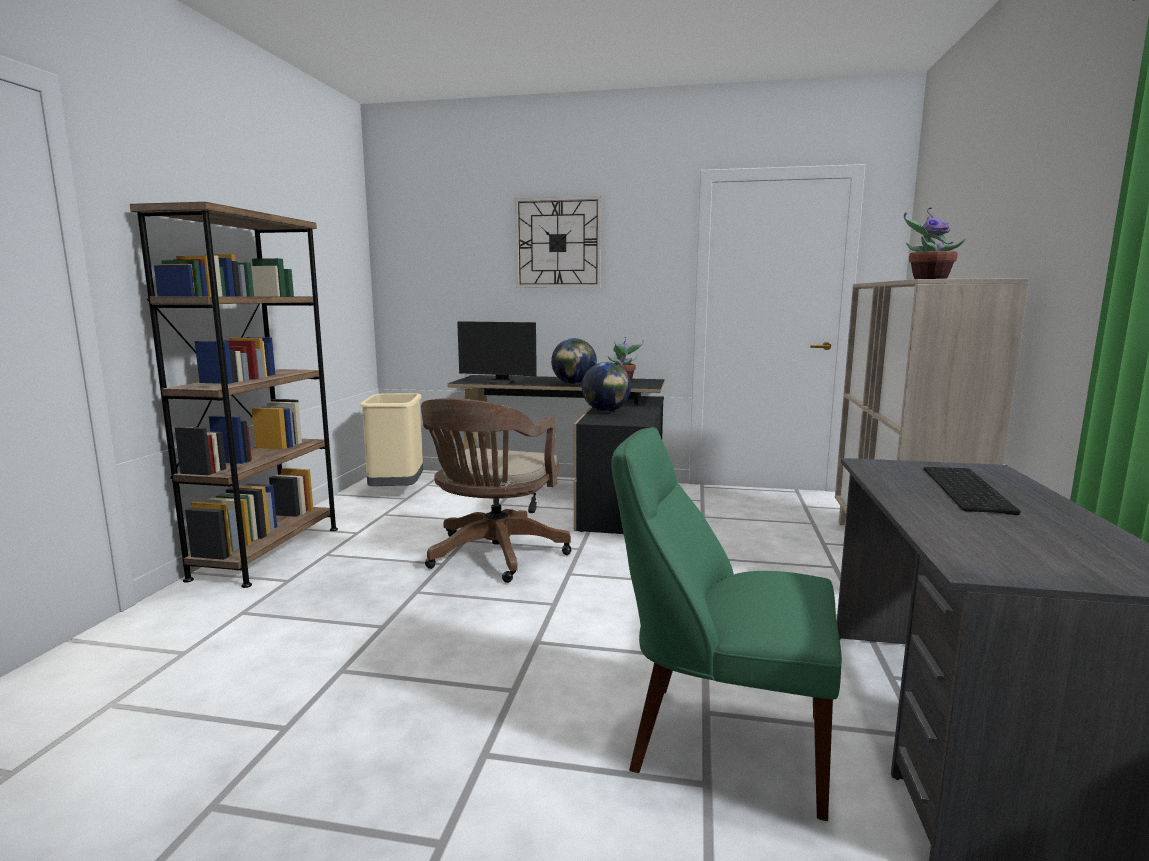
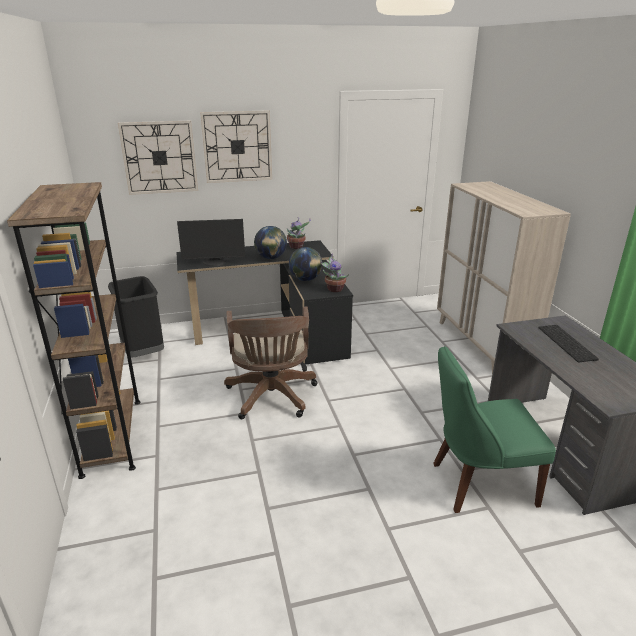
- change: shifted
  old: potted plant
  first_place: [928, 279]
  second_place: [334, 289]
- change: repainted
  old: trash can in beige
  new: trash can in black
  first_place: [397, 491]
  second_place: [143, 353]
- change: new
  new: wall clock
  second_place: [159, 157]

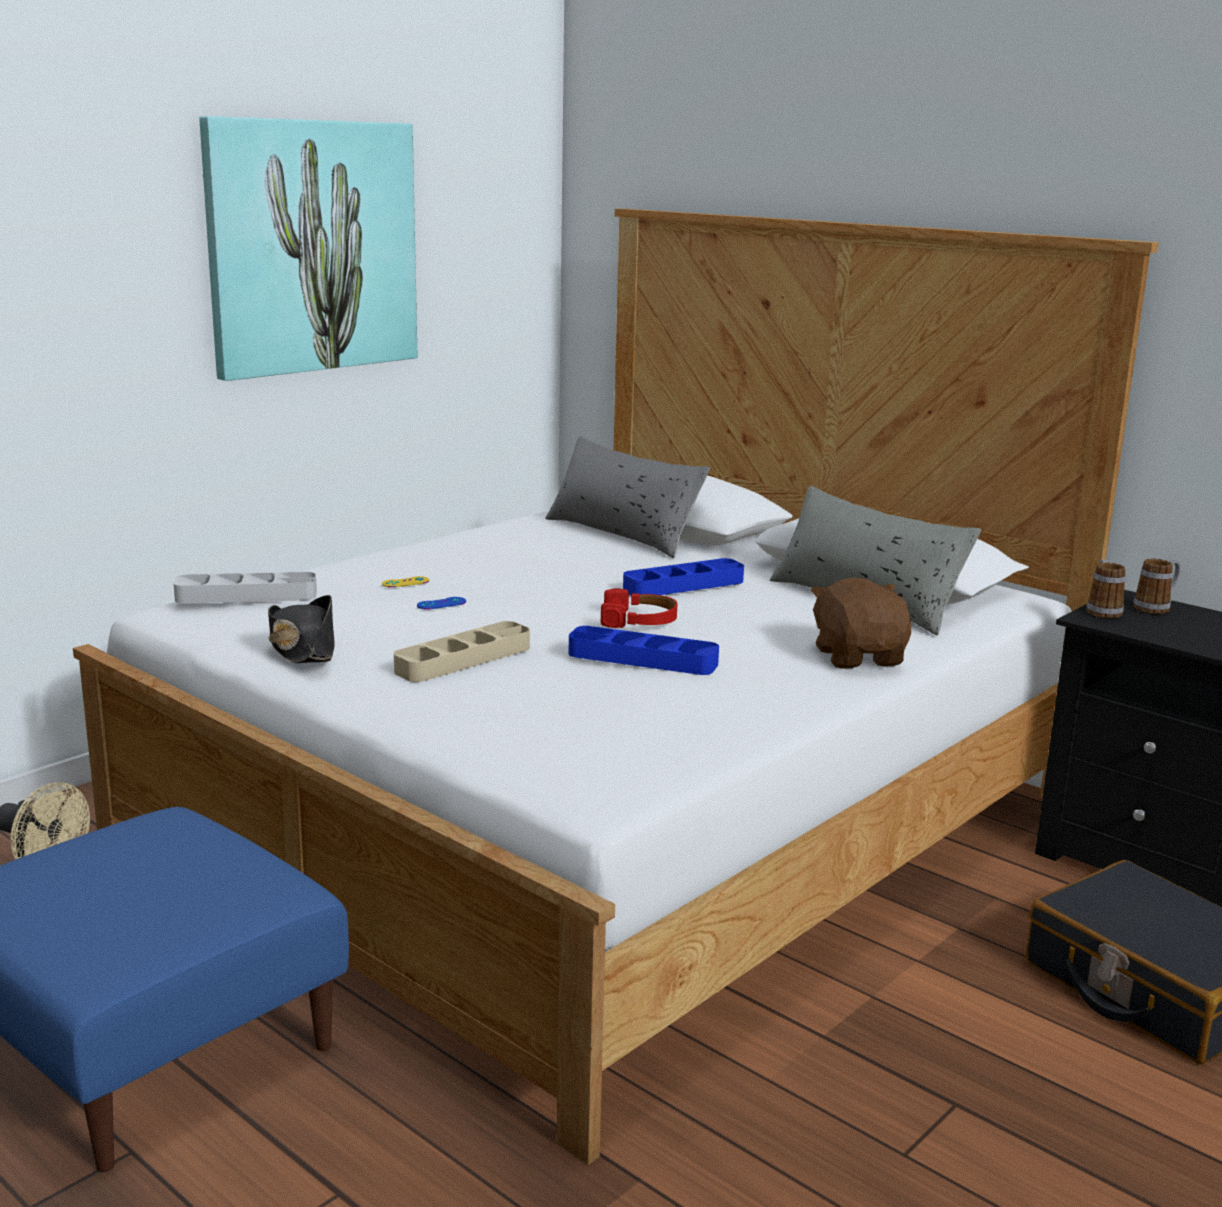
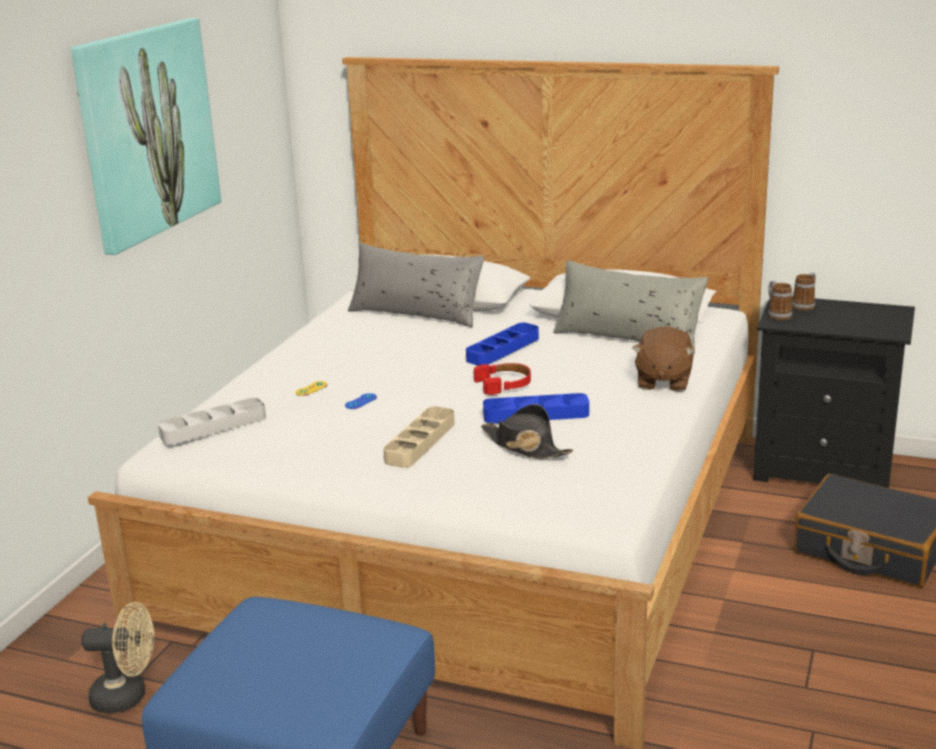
- change: rotated
  old: plush toy in brown
  first_place: [859, 657]
  second_place: [662, 381]
  degrees: -135
- change: shifted
  old: hat in black
  first_place: [302, 648]
  second_place: [525, 446]

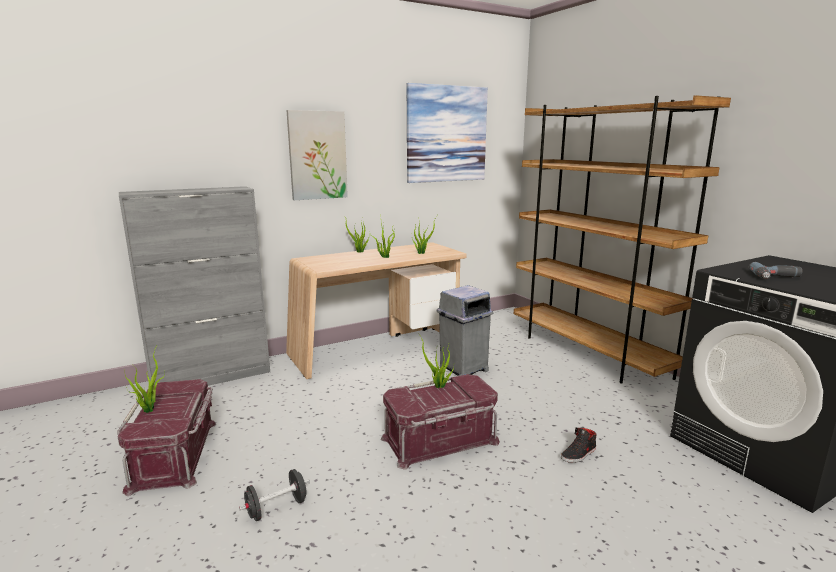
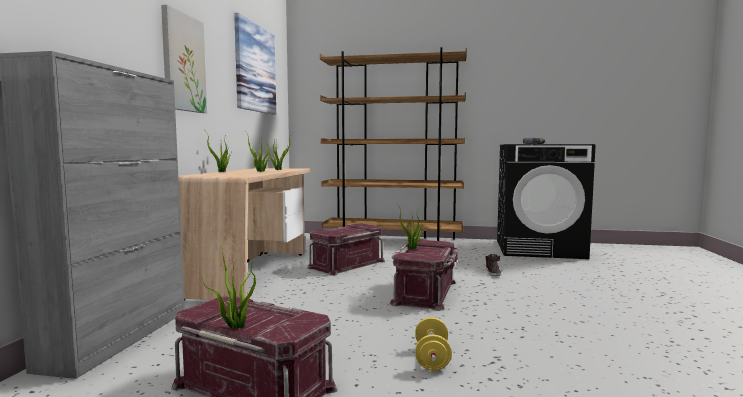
- change: swapped
  old: trash can in grey
  new: storage box in red
  first_place: [463, 369]
  second_place: [346, 264]
- change: repainted
  old: dumbbell in black
  new: dumbbell in yellow
  first_place: [277, 508]
  second_place: [432, 359]

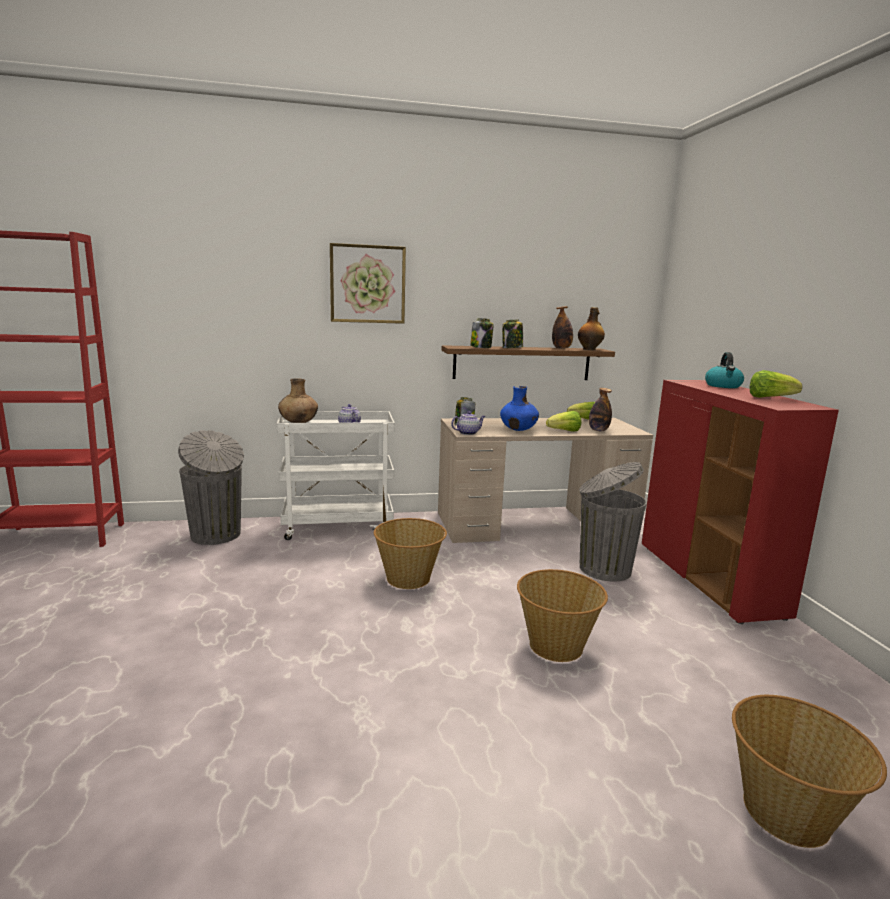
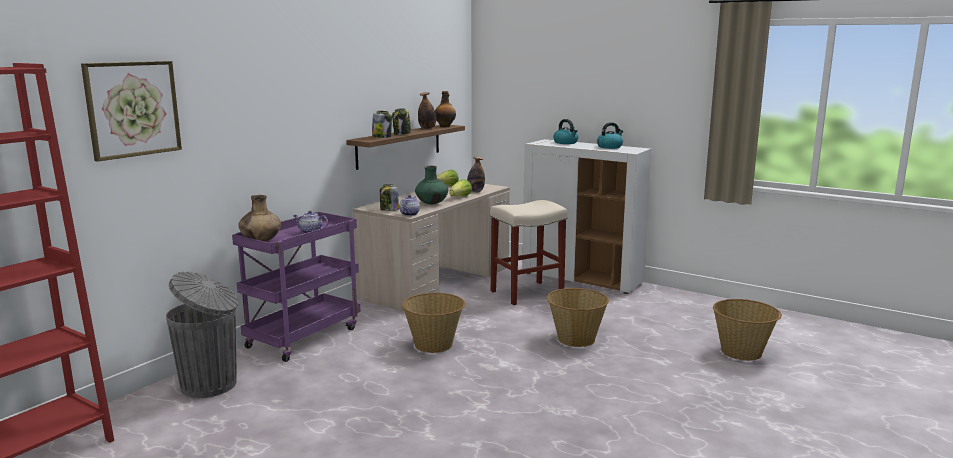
- change: shifted
  old: picture
  first_place: [367, 284]
  second_place: [133, 109]
- change: swapped
  old: lettuce
  new: kettle
  first_place: [770, 398]
  second_place: [609, 147]
- change: repainted
  old: cabinet in red
  new: cabinet in white
  first_place: [709, 580]
  second_place: [582, 278]
- change: repainted
  old: vase in blue
  new: vase in green
  first_place: [518, 430]
  second_place: [432, 203]
- change: repainted
  old: cart in white
  new: cart in purple
  first_place: [338, 526]
  second_place: [303, 336]
- change: swapped
  old: trash can in grey
  new: stool in beige
  first_place: [603, 569]
  second_place: [526, 293]

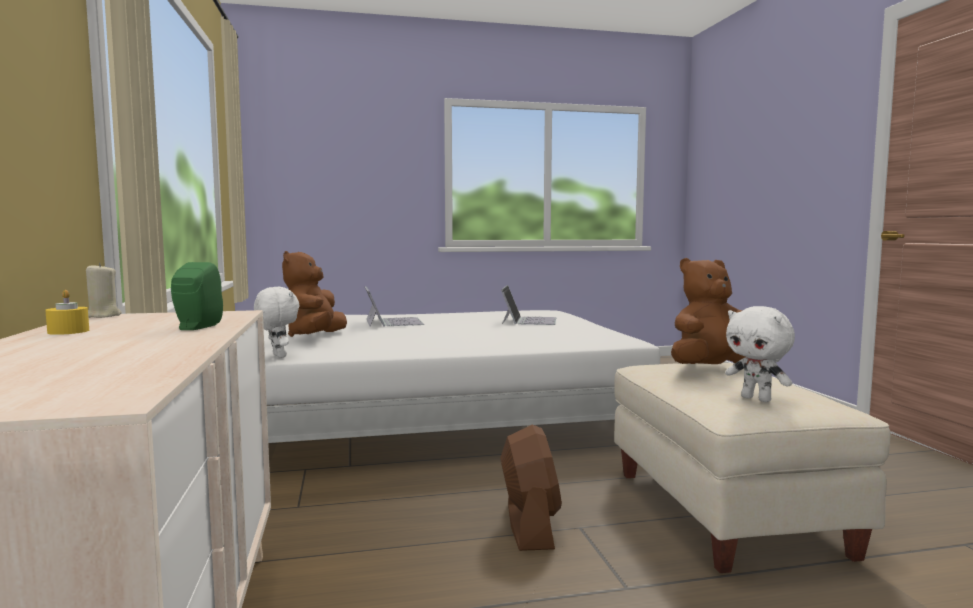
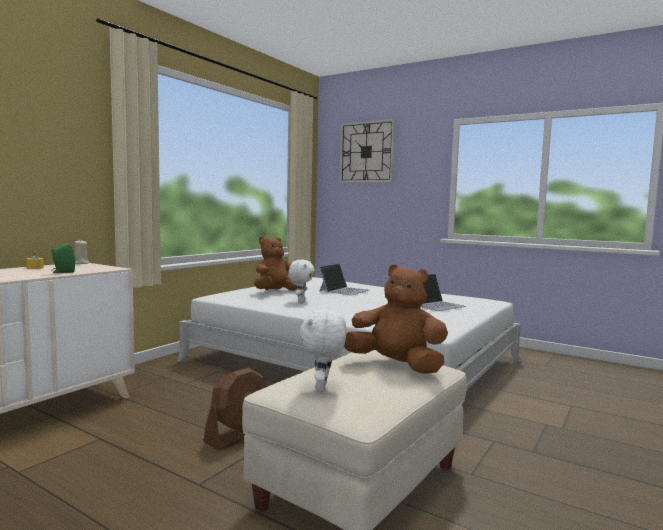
- change: shifted
  old: plush toy in white
  first_place: [277, 356]
  second_place: [300, 301]
- change: new
  new: wall clock
  second_place: [366, 152]

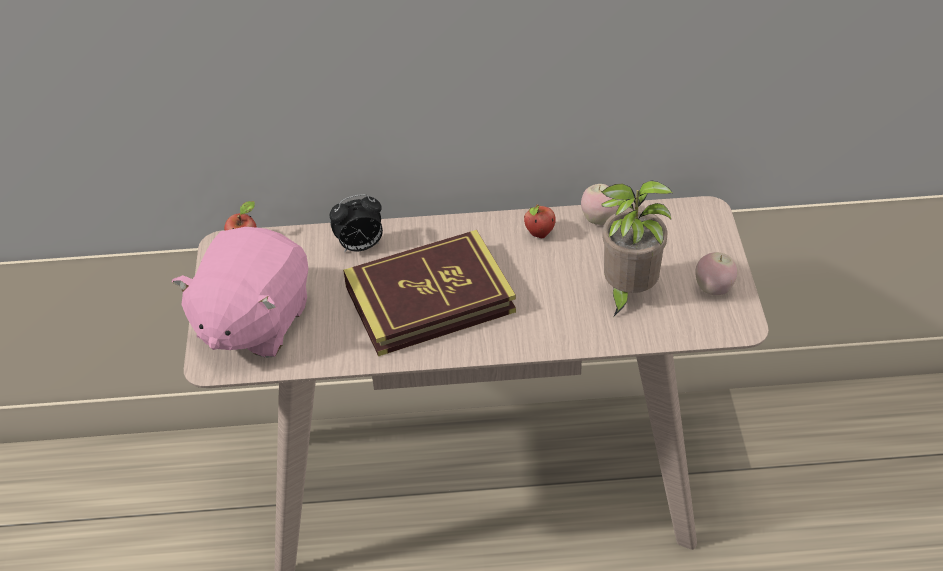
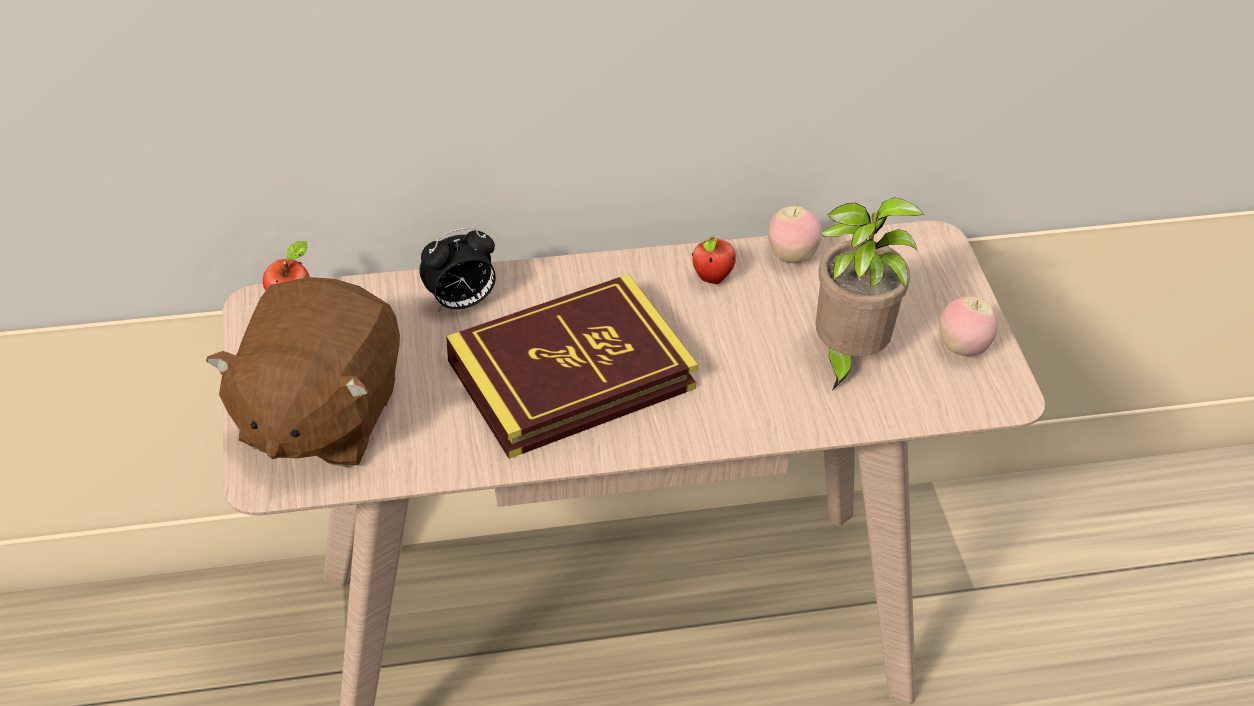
- change: repainted
  old: plush toy in pink
  new: plush toy in brown
  first_place: [252, 322]
  second_place: [318, 415]

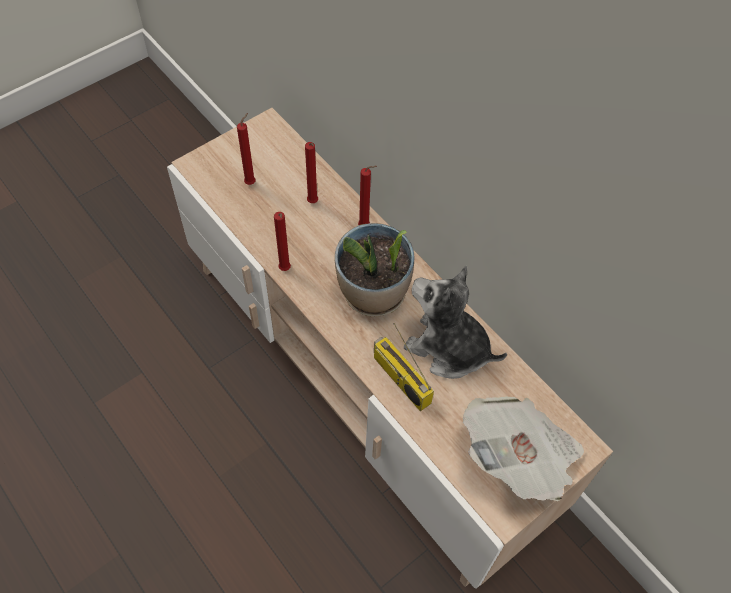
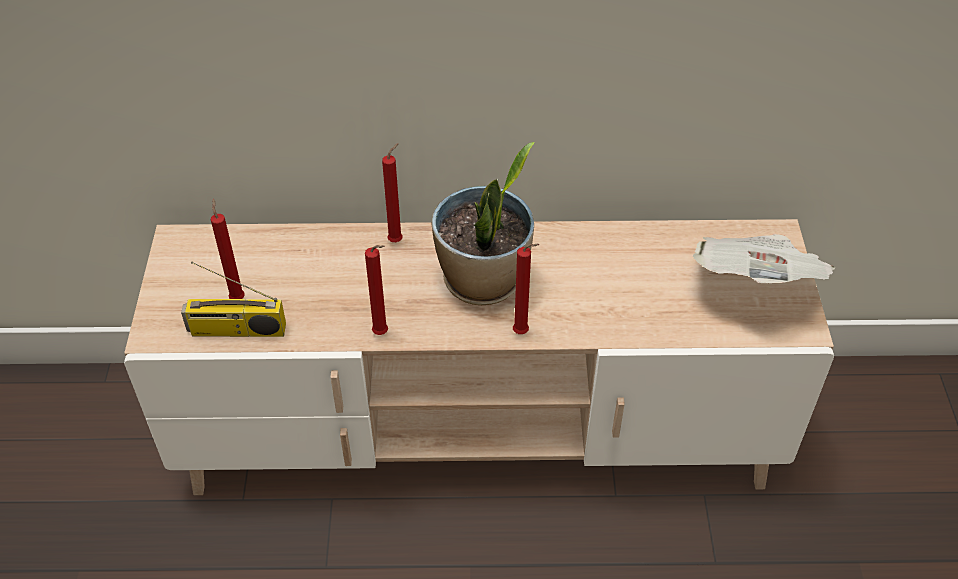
- change: shifted
  old: candle in red
  first_place: [313, 203]
  second_place: [523, 333]
- change: gone
  old: plush toy
  first_place: [448, 348]
- change: shifted
  old: radio
  first_place: [400, 379]
  second_place: [236, 330]

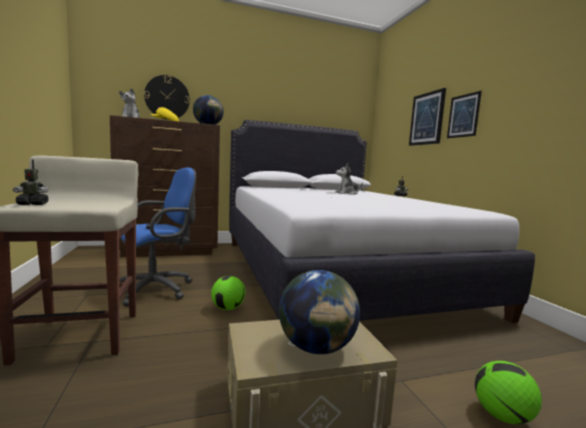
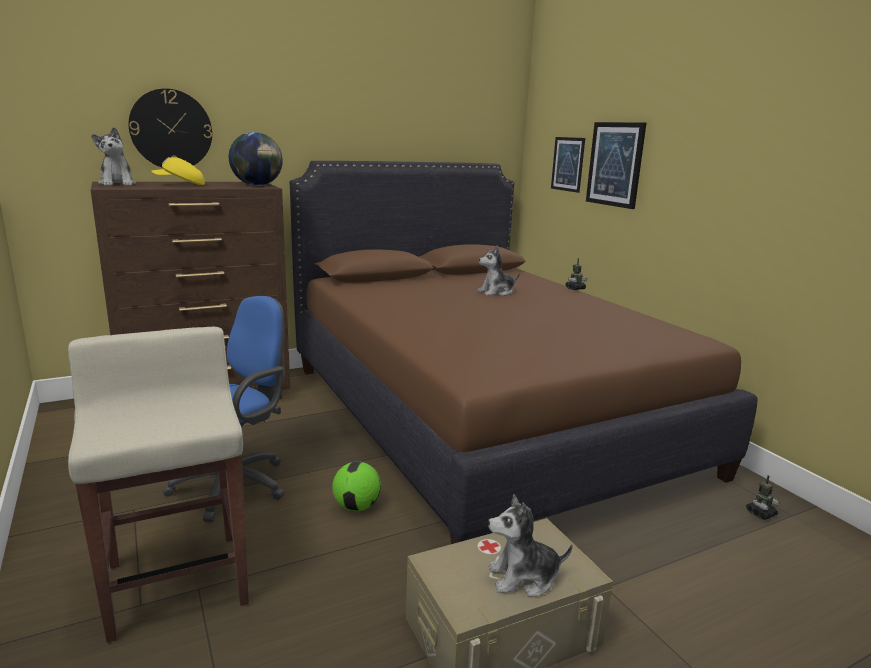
- change: shifted
  old: picture
  first_place: [463, 116]
  second_place: [567, 164]
- change: repainted
  old: bed in white
  new: bed in brown
  first_place: [333, 272]
  second_place: [482, 416]
- change: shifted
  old: toy robot
  first_place: [33, 204]
  second_place: [760, 513]
- change: swapped
  old: globe
  new: plush toy
  first_place: [317, 348]
  second_place: [523, 578]
- change: gone
  old: football
  first_place: [502, 415]

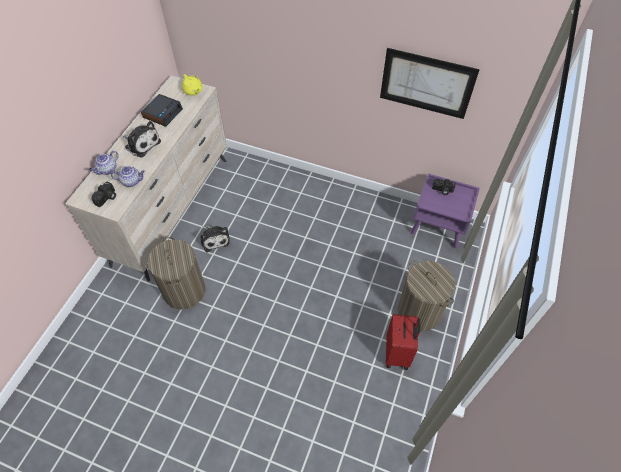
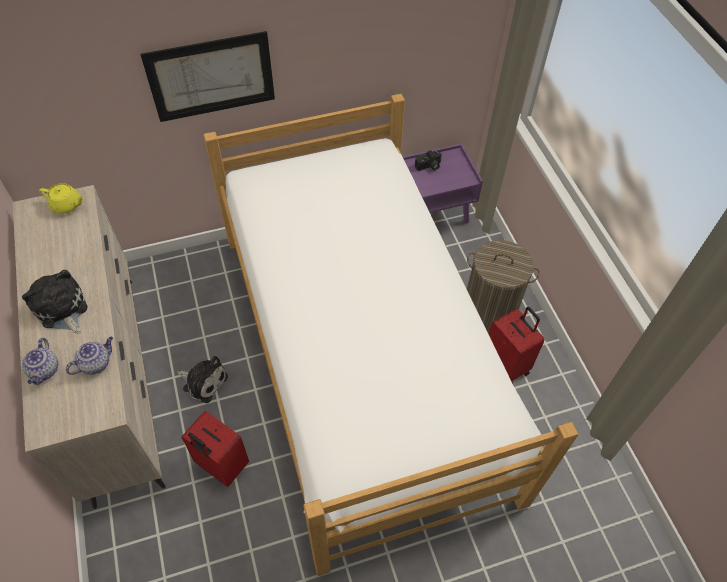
- change: shifted
  old: picture
  first_place: [426, 83]
  second_place: [211, 77]
- change: gone
  old: alarm clock
  first_place: [163, 113]
- change: rotated
  old: plush toy
  first_place: [142, 144]
  second_place: [61, 309]
  degrees: -120
- change: gone
  old: photo camera
  first_place: [107, 198]
- change: swapped
  old: laundry basket
  new: suitcase in red
  first_place: [184, 290]
  second_place: [221, 465]
- change: new
  new: bed
  second_place: [362, 358]

